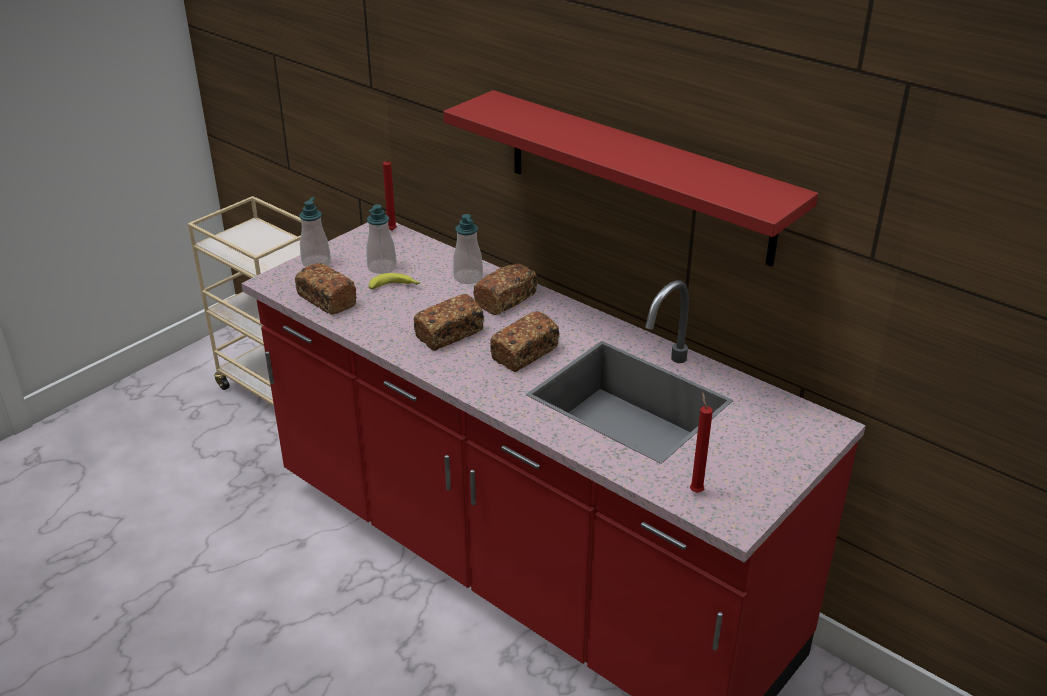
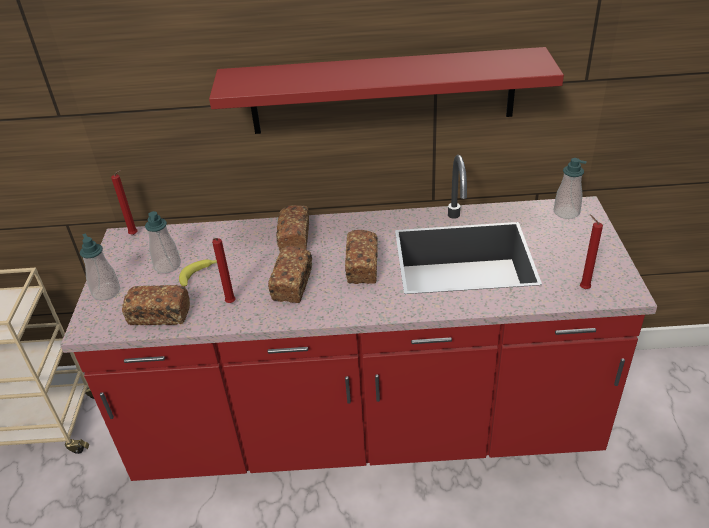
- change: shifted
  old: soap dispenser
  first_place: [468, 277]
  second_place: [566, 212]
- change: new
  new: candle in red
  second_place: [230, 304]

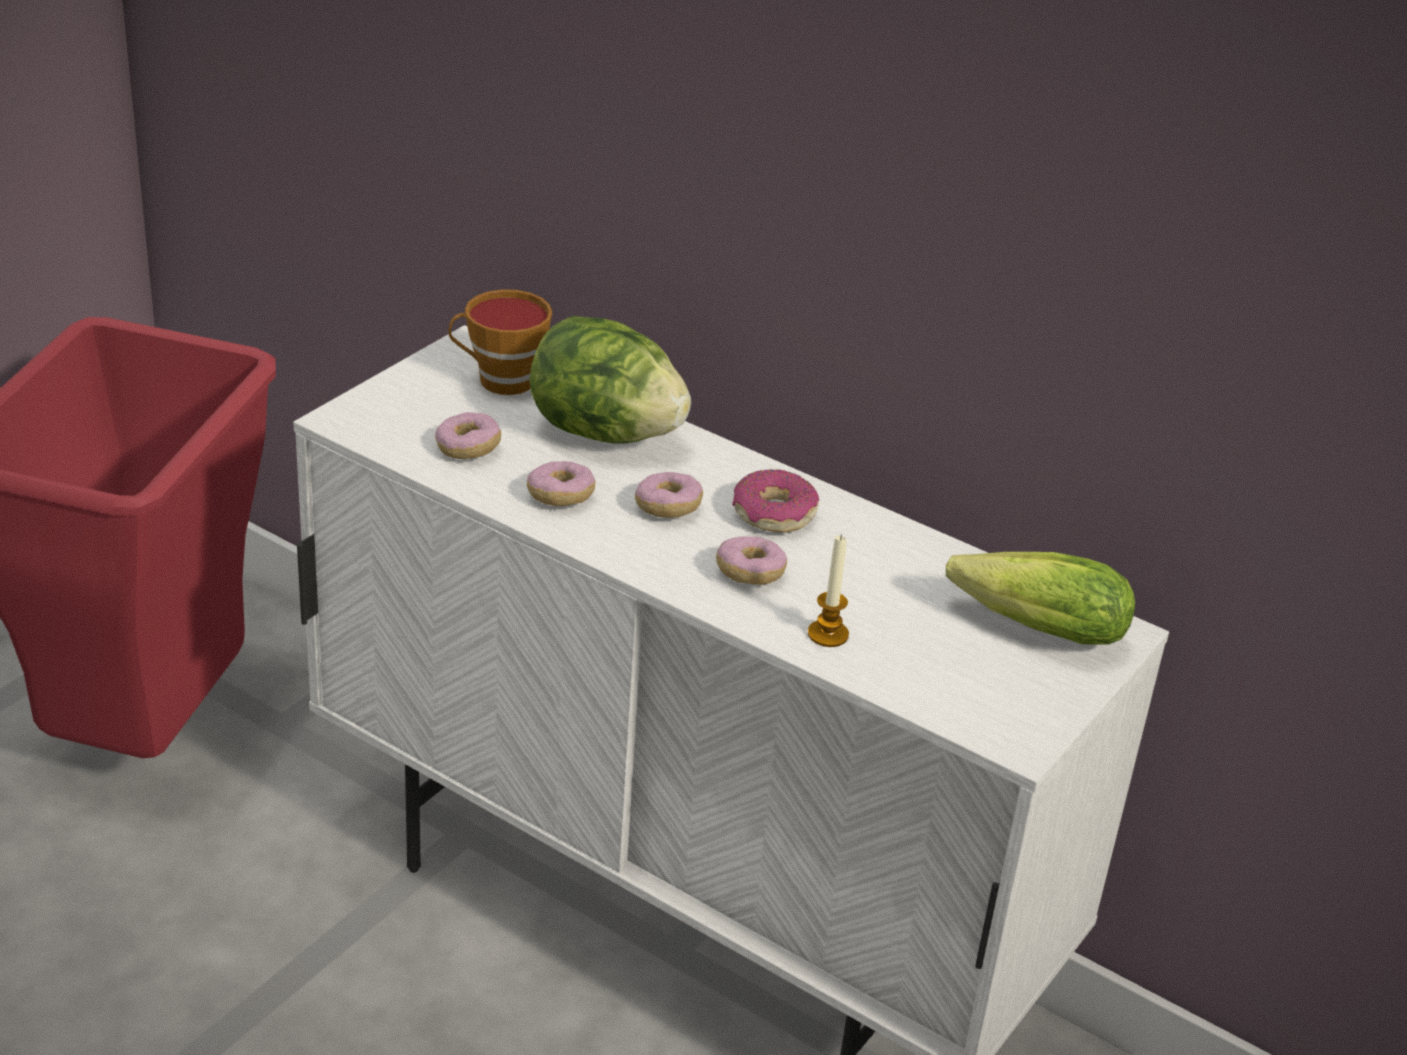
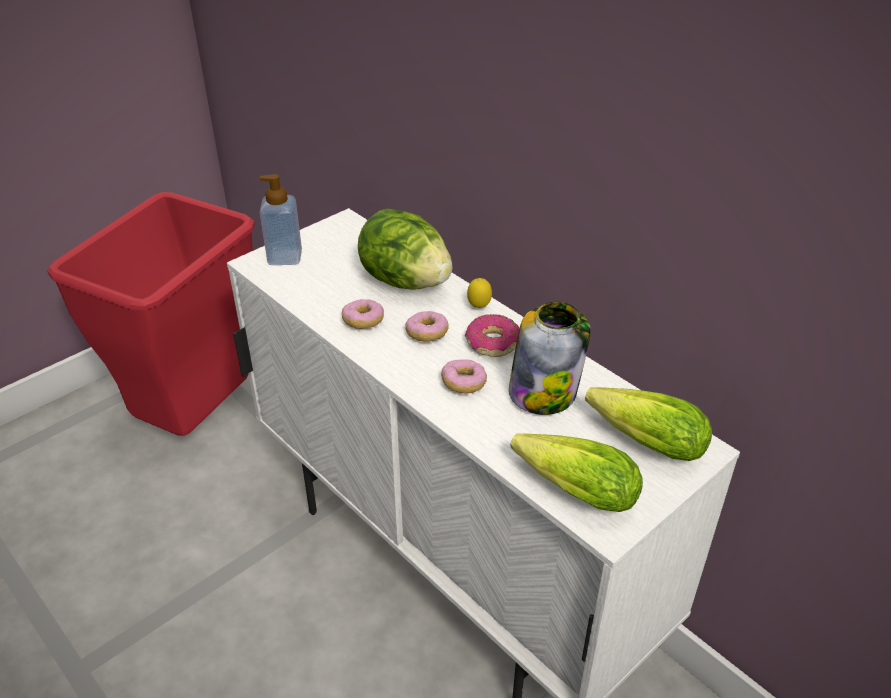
- change: gone
  old: cup
  first_place: [499, 380]
- change: gone
  old: donut
  first_place: [468, 448]
- change: gone
  old: candle
  first_place: [828, 634]
- change: new
  new: soap dispenser
  second_place: [285, 257]
- change: new
  new: lemon
  second_place: [479, 307]
- change: new
  new: jar
  second_place: [544, 392]
- change: new
  new: lettuce
  second_place: [570, 489]

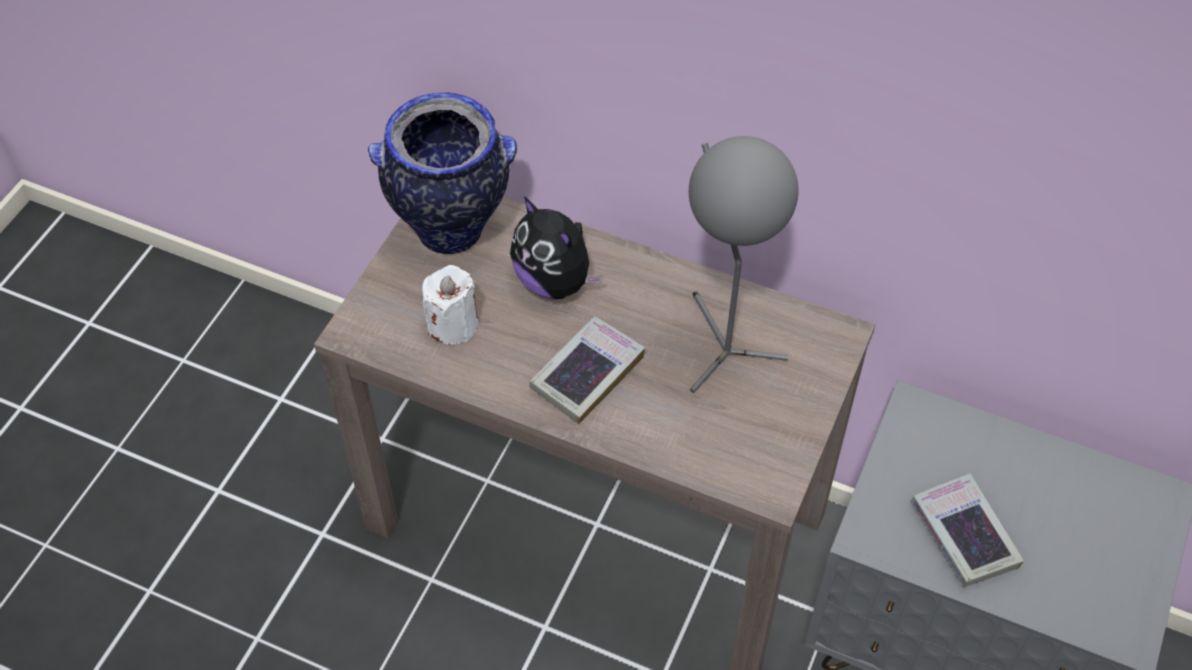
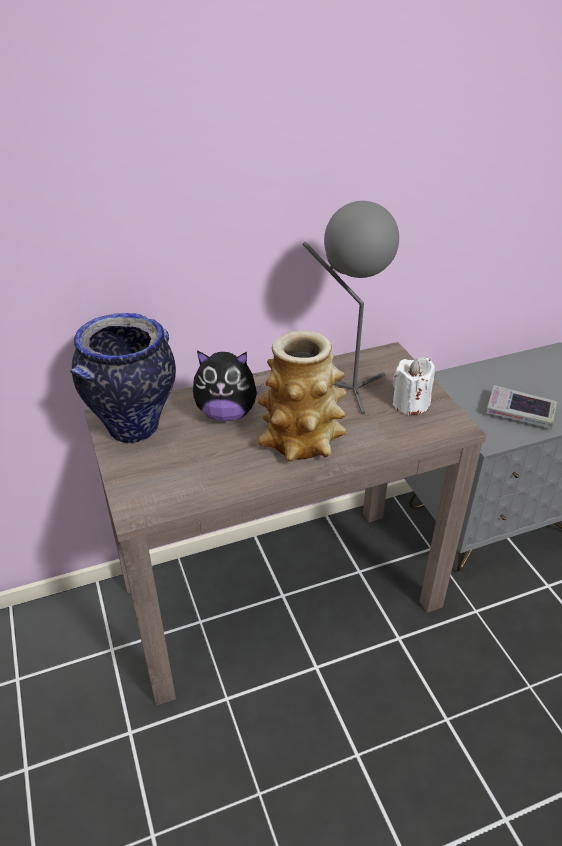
- change: shifted
  old: candle in white
  first_place: [453, 324]
  second_place: [410, 404]
- change: swapped
  old: book
  new: vase
  first_place: [587, 374]
  second_place: [302, 440]

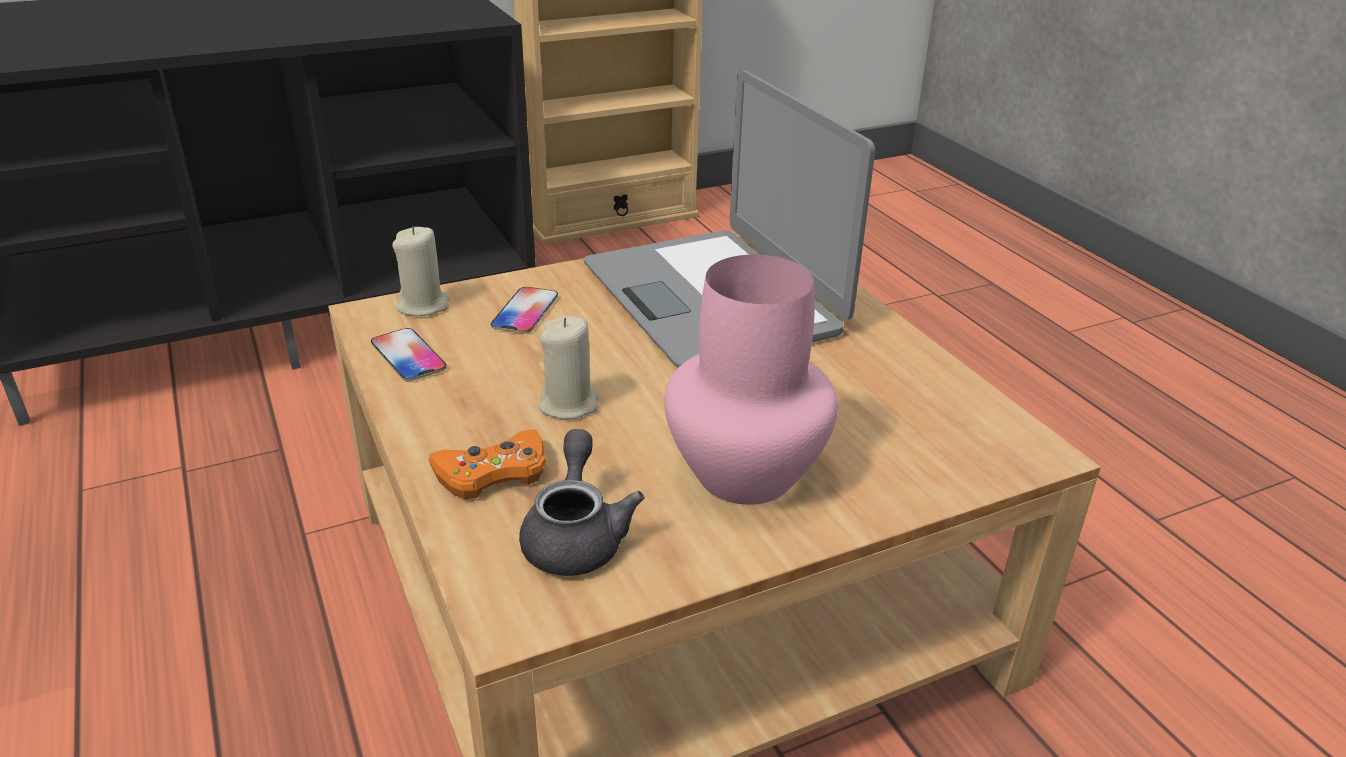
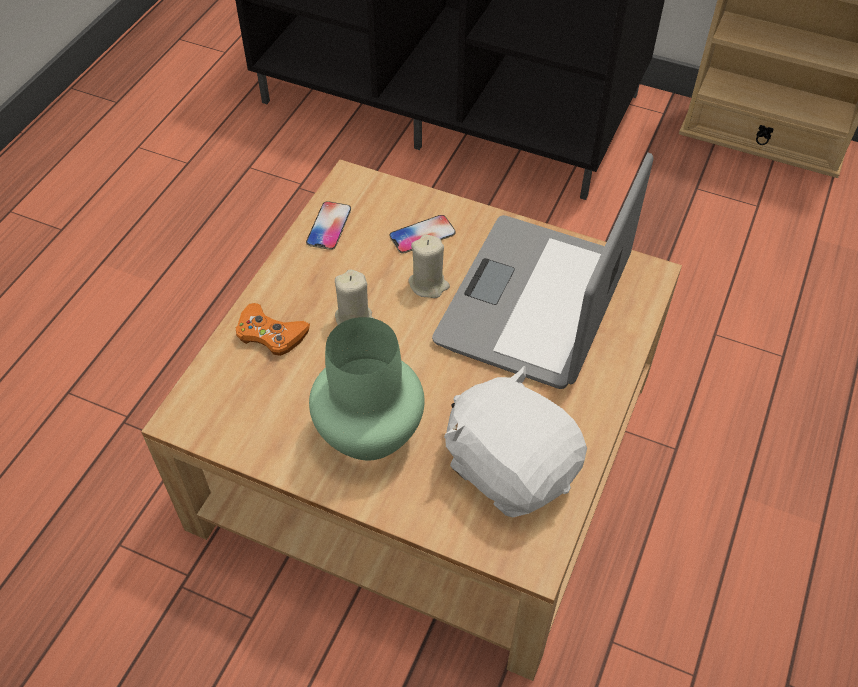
- change: shifted
  old: candle in beige
  first_place: [424, 305]
  second_place: [428, 284]
- change: repainted
  old: vase in pink
  new: vase in green
  first_place: [748, 475]
  second_place: [370, 435]
- change: gone
  old: teapot in grey
  first_place: [576, 535]
- change: new
  new: plush toy in white
  second_place: [510, 467]

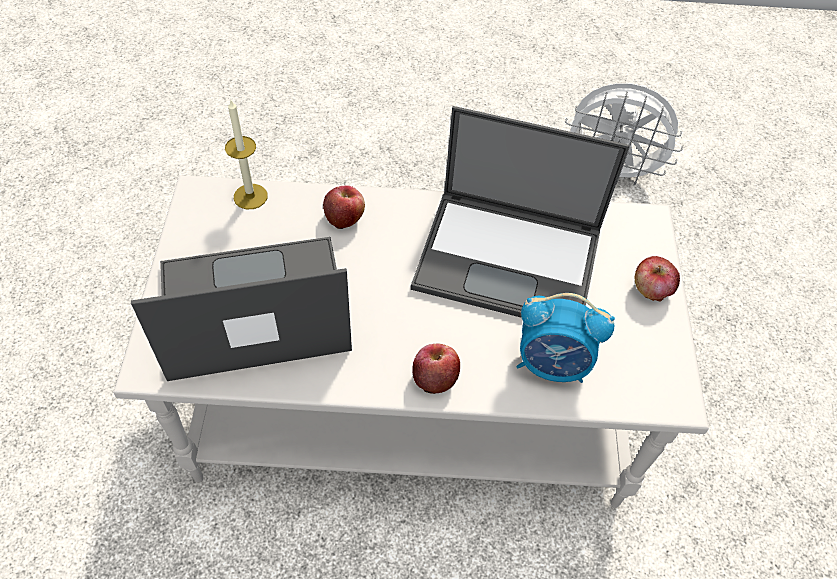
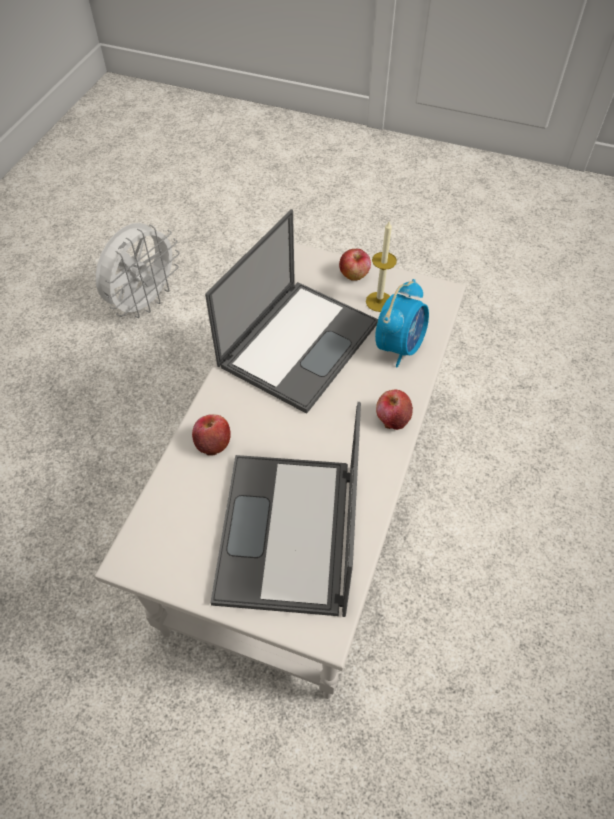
- change: shifted
  old: candle
  first_place: [250, 196]
  second_place: [379, 301]

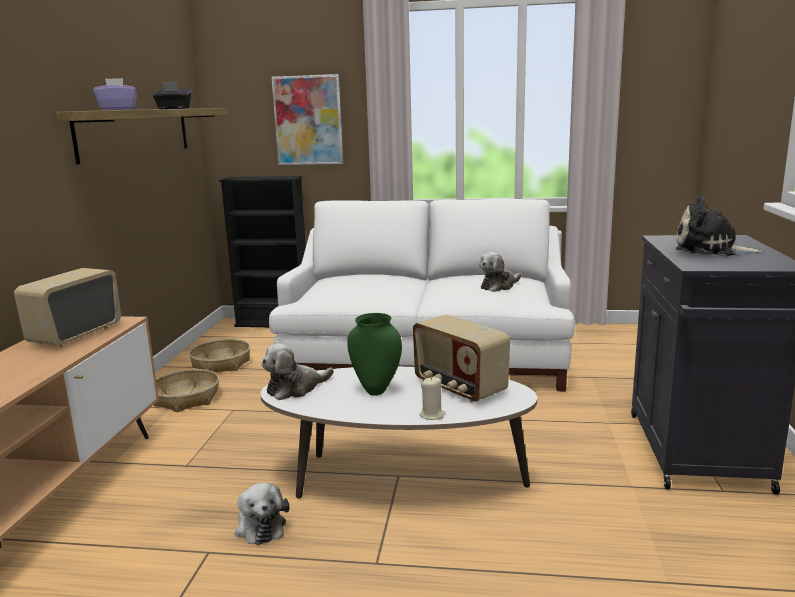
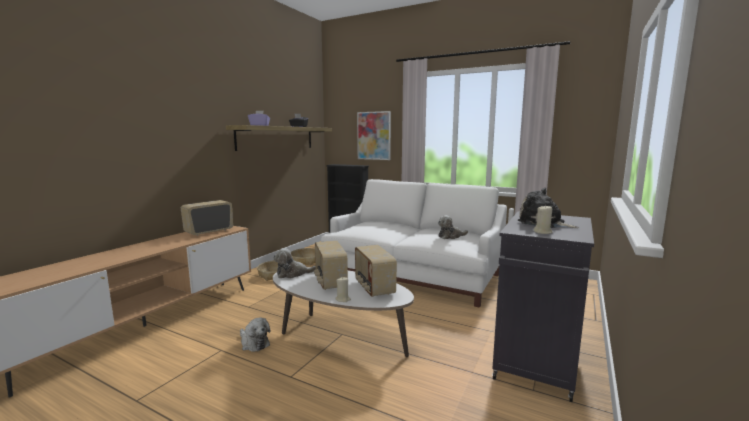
- change: swapped
  old: vase in green
  new: radio
  first_place: [376, 390]
  second_place: [330, 282]
- change: rotated
  old: plush toy
  first_place: [260, 526]
  second_place: [254, 343]
  degrees: -45
- change: new
  new: candle in beige
  second_place: [543, 232]

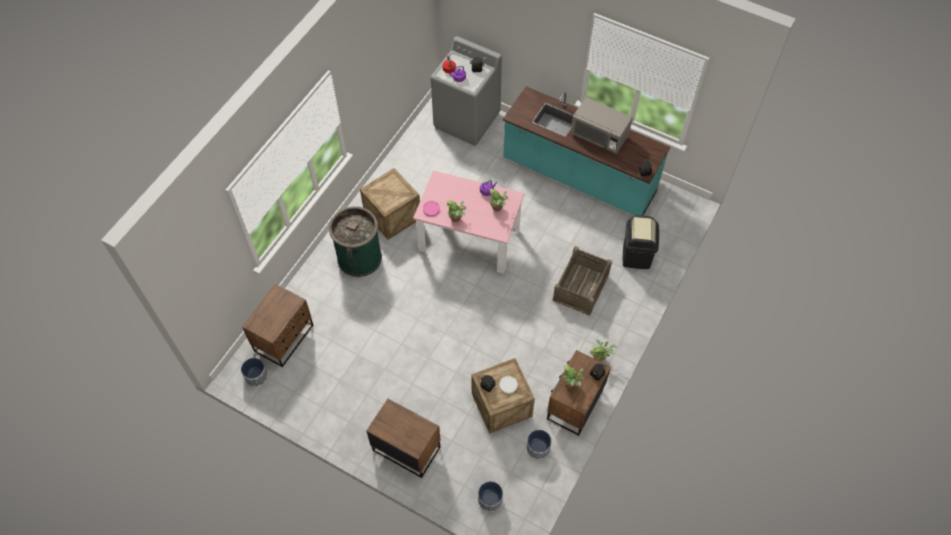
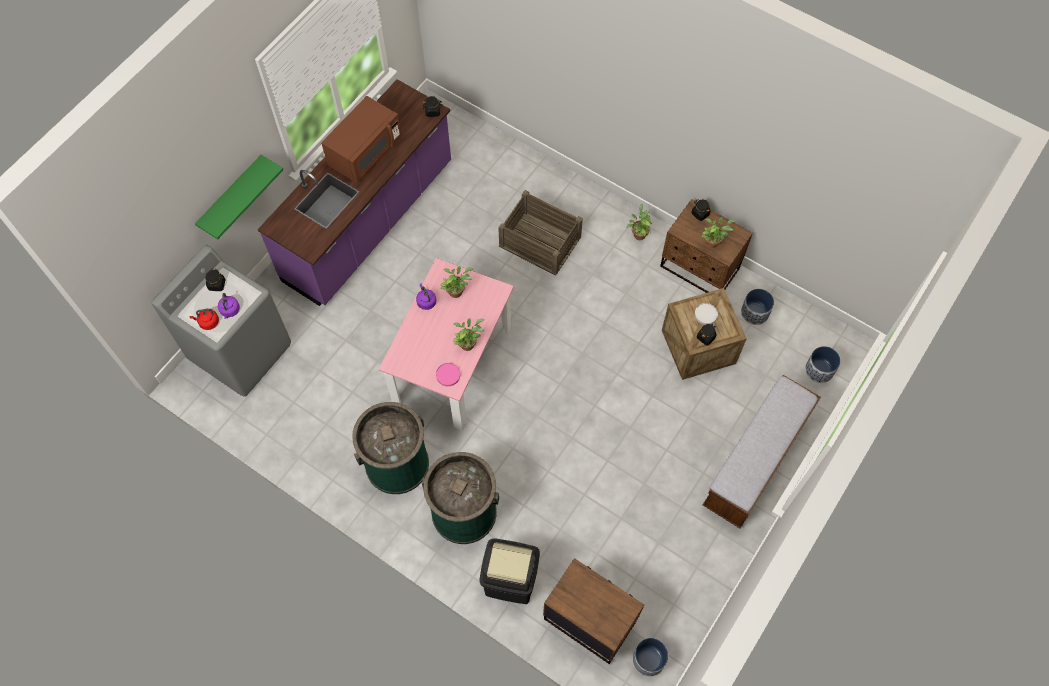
- change: repainted
  old: counter in turquoise
  new: counter in purple
  first_place: [578, 177]
  second_place: [370, 223]
- change: repainted
  old: microwave in grey
  new: microwave in brown
  first_place: [599, 136]
  second_place: [365, 152]
- change: swapped
  old: crate
  new: trash can in green
  first_place: [392, 215]
  second_place: [397, 463]
- change: shifted
  old: trash can in black
  first_place: [636, 256]
  second_place: [510, 581]
- change: swapped
  old: nightstand in brown
  new: bench
  first_place: [406, 448]
  second_place: [755, 461]
- change: new
  new: shelf in green
  second_place: [231, 196]

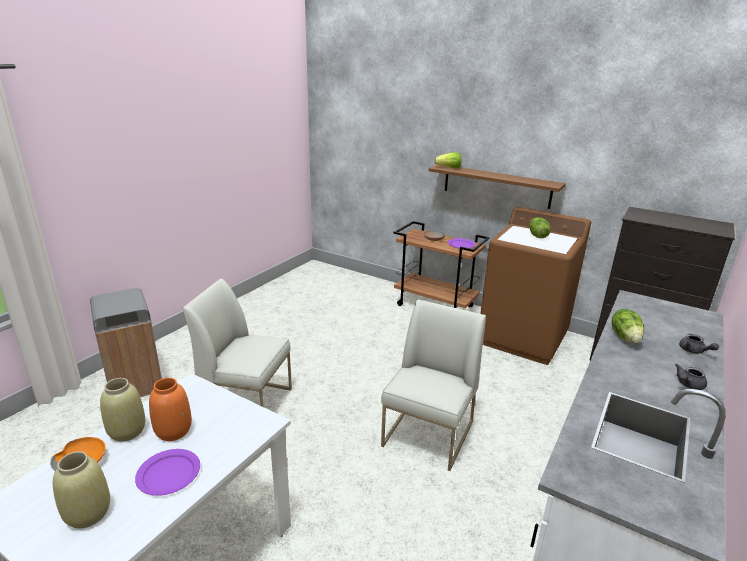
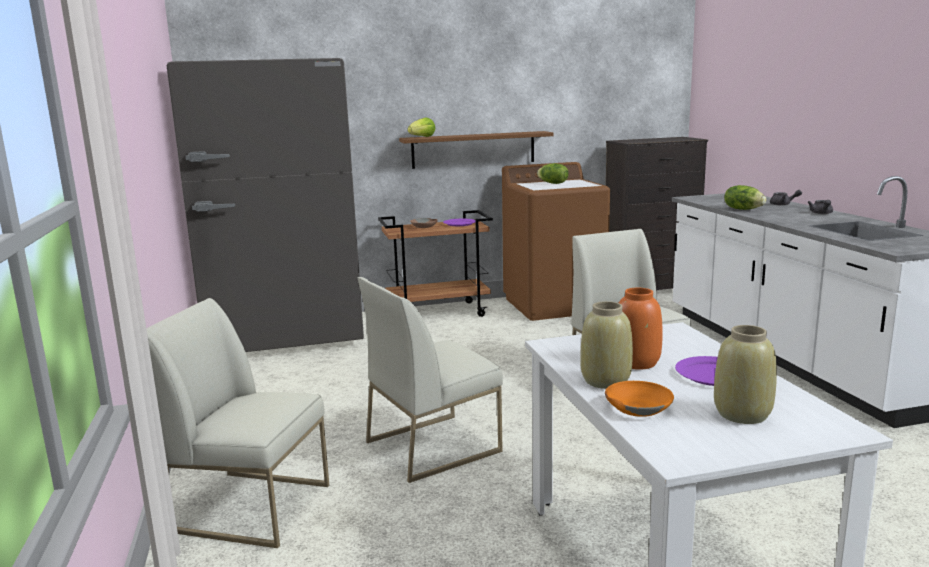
- change: swapped
  old: trash can in grey
  new: chair in white
  first_place: [136, 383]
  second_place: [253, 507]
- change: new
  new: fridge in grey
  second_place: [286, 337]

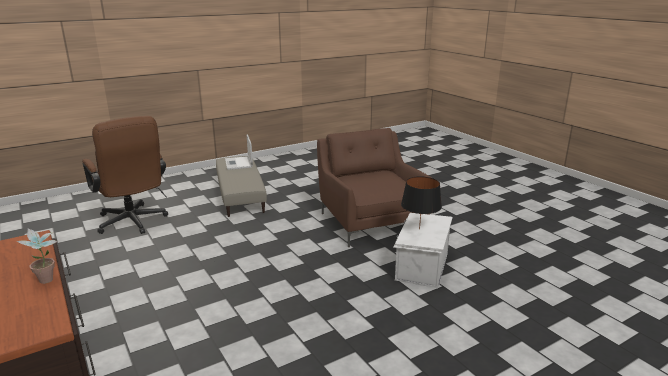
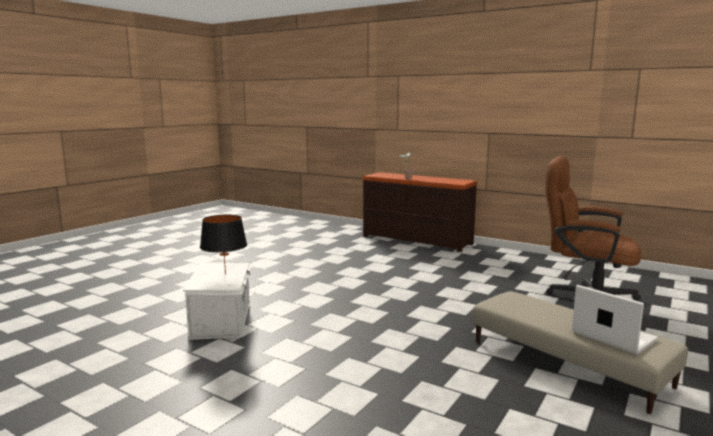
- change: gone
  old: armchair in brown
  first_place: [371, 220]

